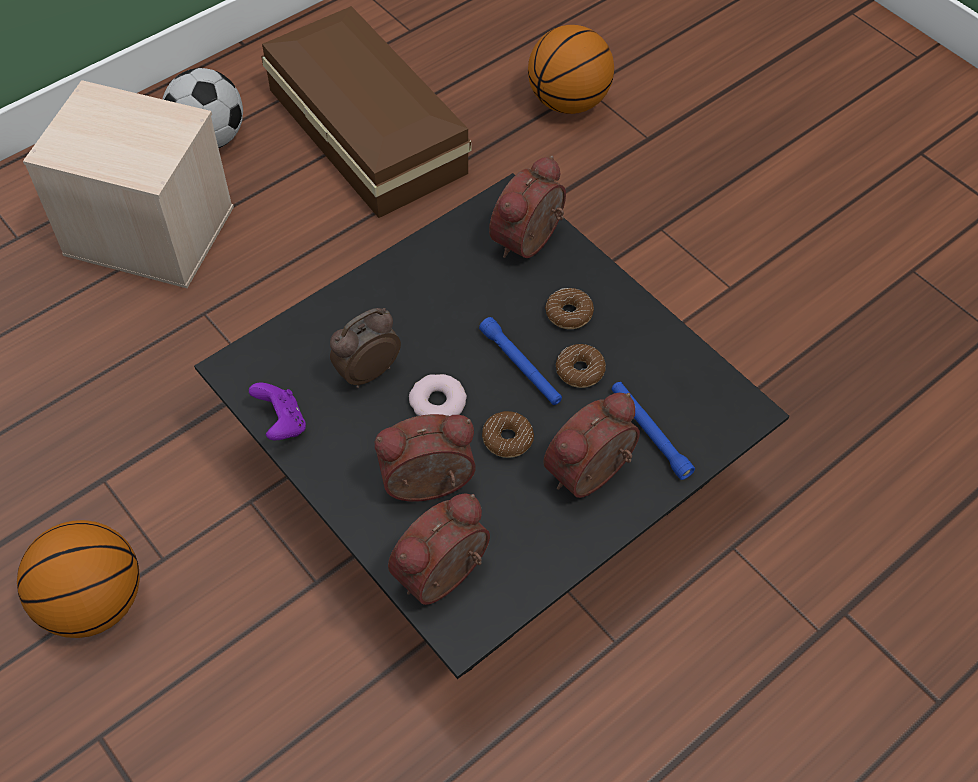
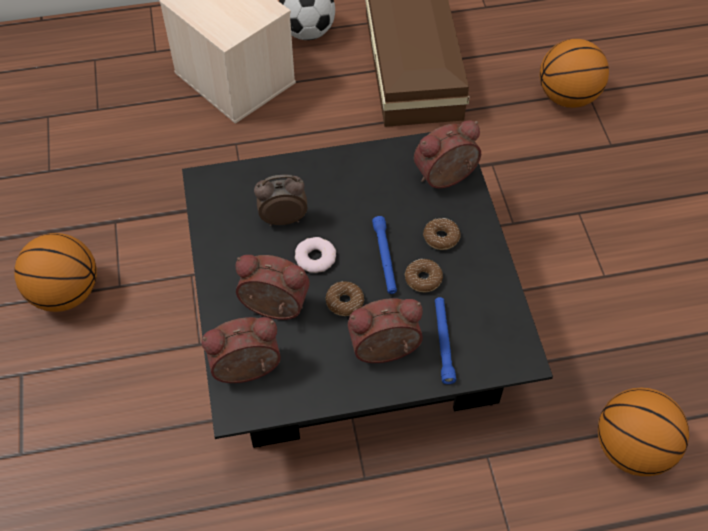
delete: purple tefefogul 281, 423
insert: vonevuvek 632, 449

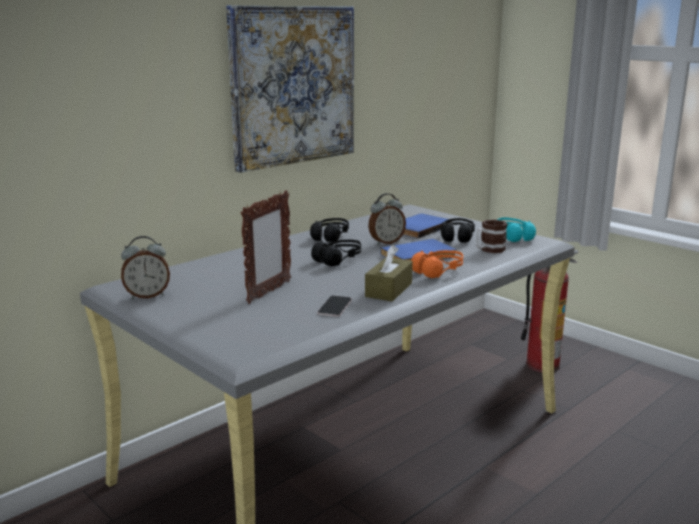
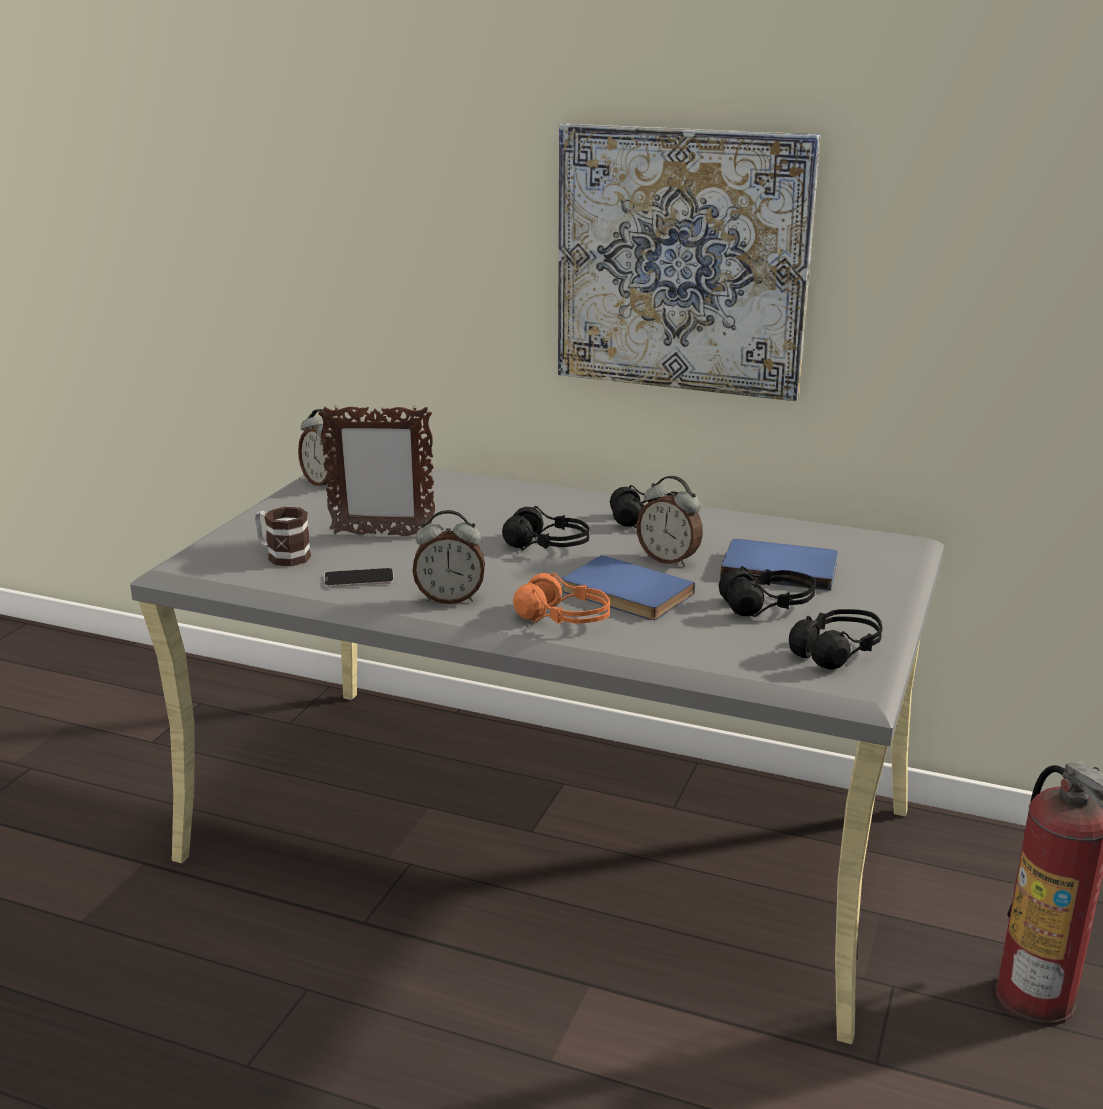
move: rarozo 488, 250 to 282, 556
replace: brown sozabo 389, 290 to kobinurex 450, 599
recolor: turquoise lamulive 512, 236 to black lamulive 837, 651

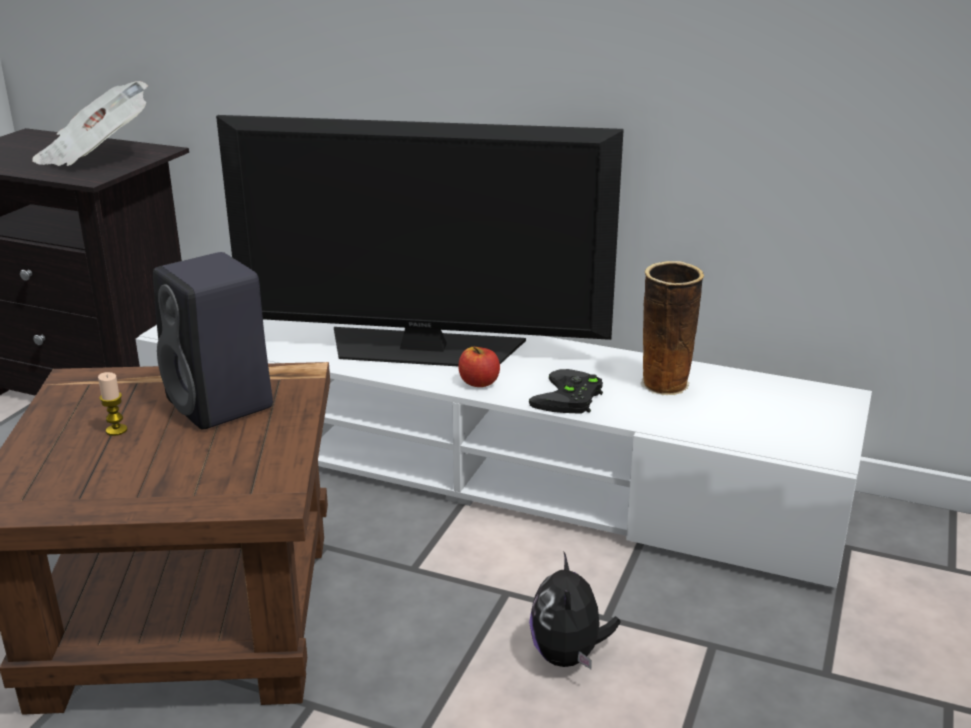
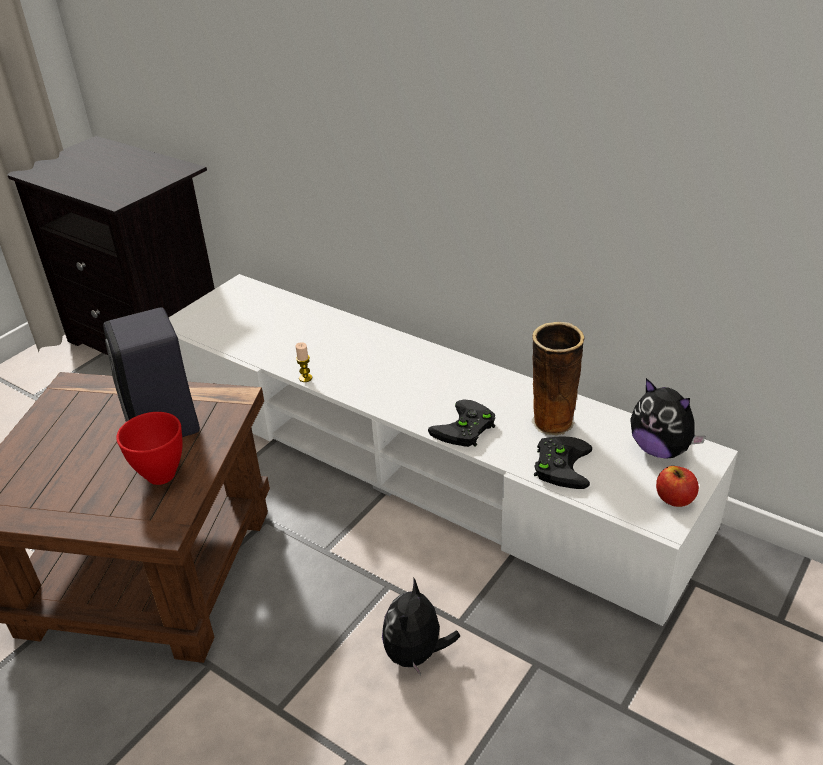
delete: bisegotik 95, 156; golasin 423, 349
insert: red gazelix 159, 476; black tefefogul 560, 464; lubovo 660, 449
move: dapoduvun 116, 430 to 305, 378; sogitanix 479, 382 to 674, 499

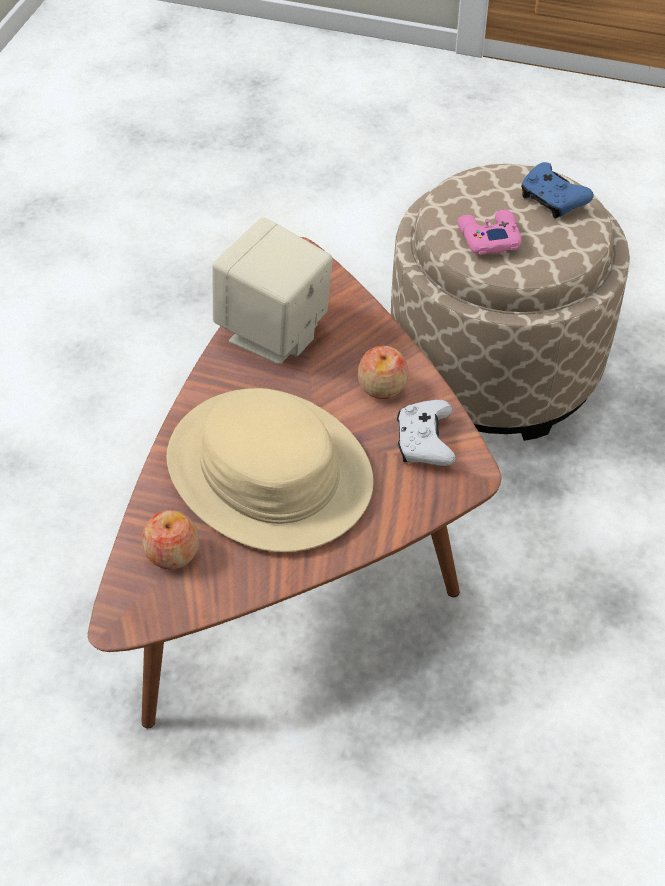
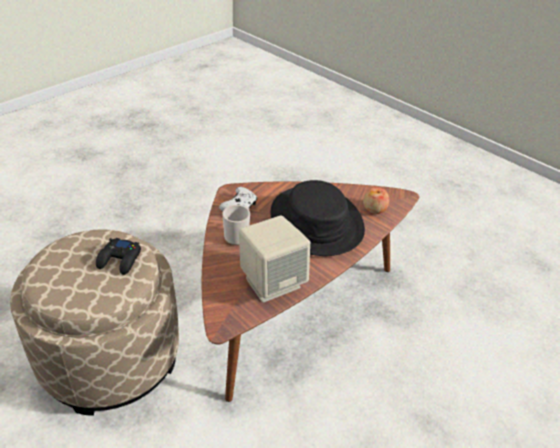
delete: blue tefefogul 552, 200
replace: sogitanix 382, 387 to rarozo 238, 235
recolor: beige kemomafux 268, 472 to black kemomafux 317, 221; pink tefefogul 488, 238 to black tefefogul 120, 260

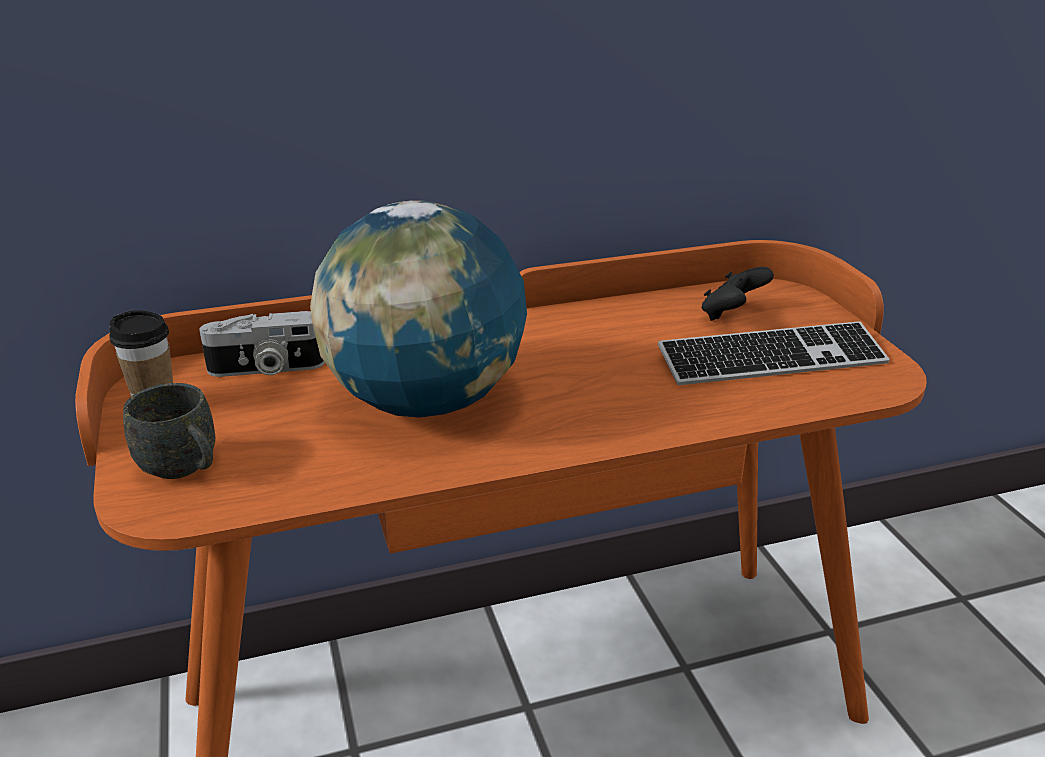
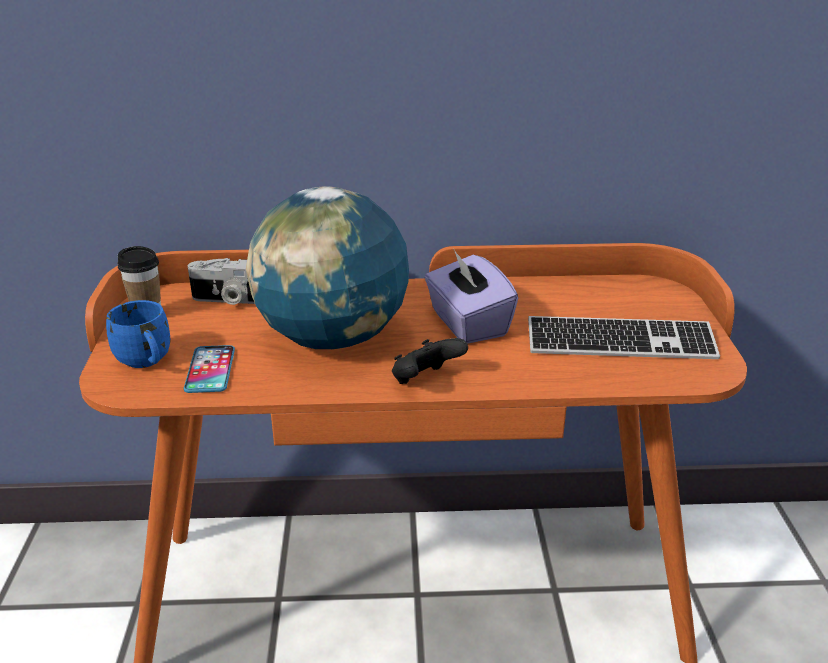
insert: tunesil 210, 370; purple sozabo 467, 323
move: black tefefogul 731, 315 to 425, 381
recolor: grey rarozo 184, 469 to blue rarozo 146, 362

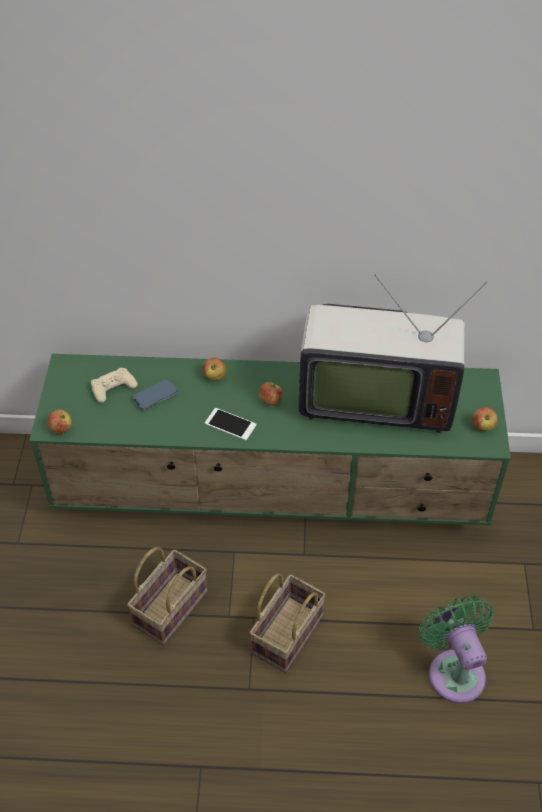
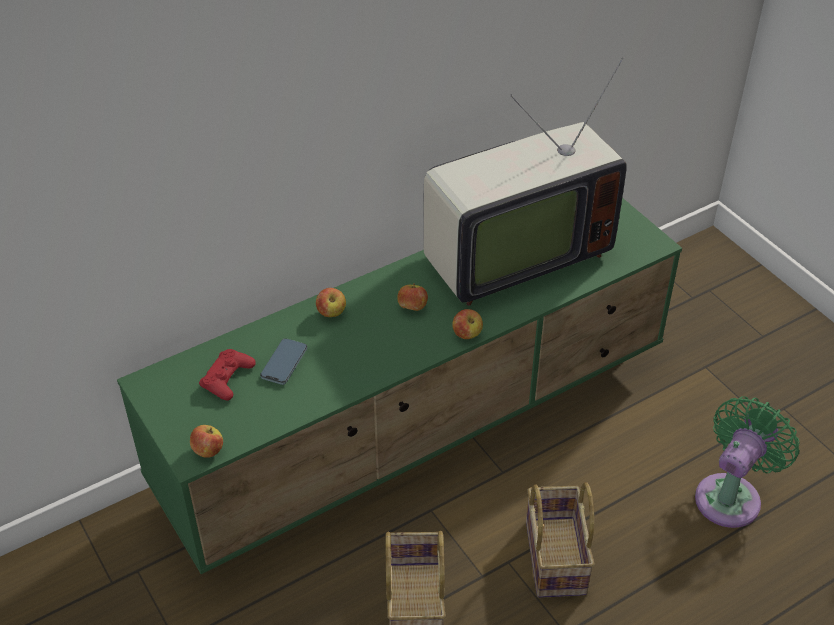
delete: tunesil 230, 424
move: sogitanix 483, 426 to 467, 334
recolor: beige tefefogul 113, 388 to red tefefogul 227, 378
rotate: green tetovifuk 454, 670 = 731, 495 90 degrees clockwise

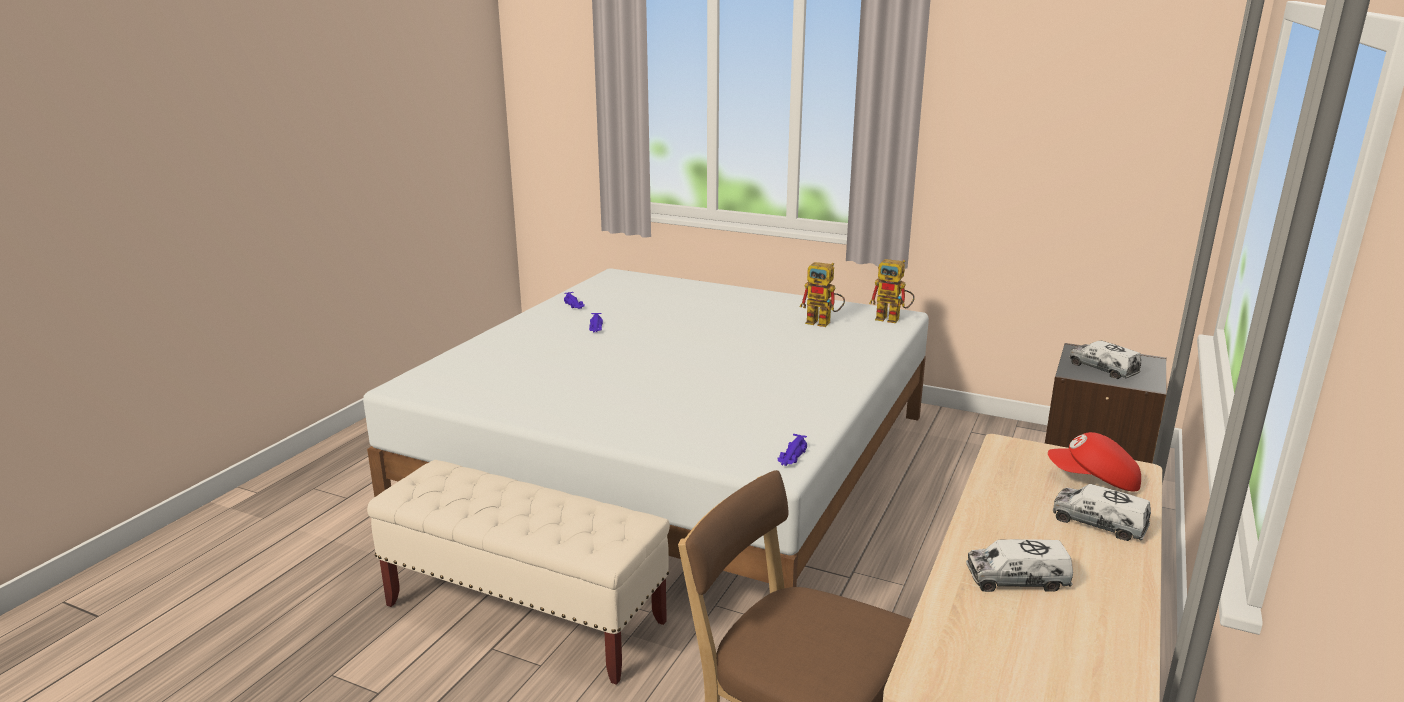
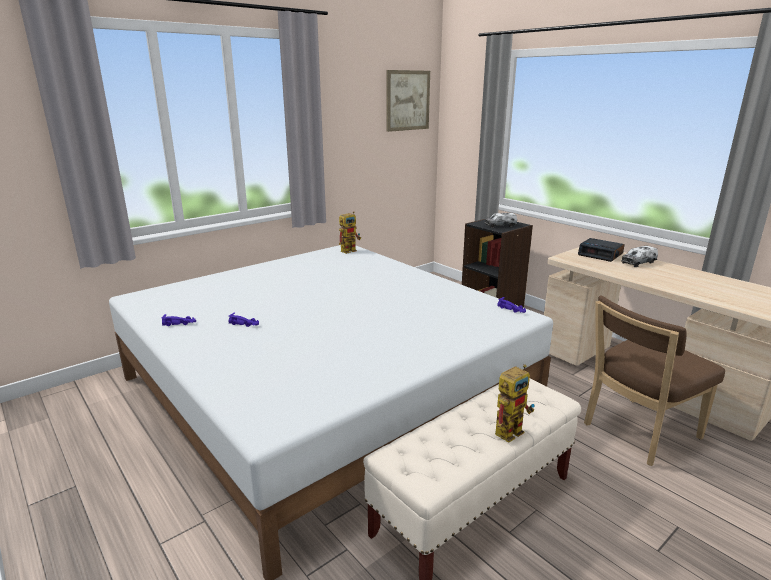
delete: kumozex 1017, 580
insert: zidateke 408, 100
move: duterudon 824, 323 to 511, 429
replace: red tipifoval 1094, 481 to kobinurex 601, 254

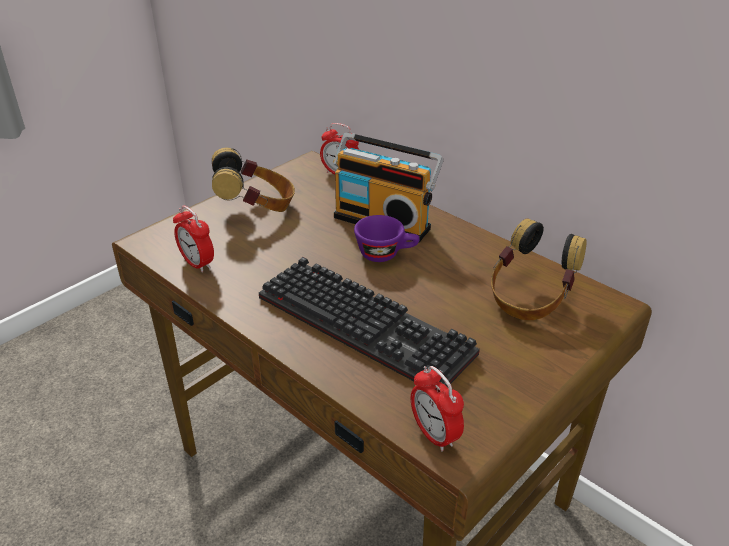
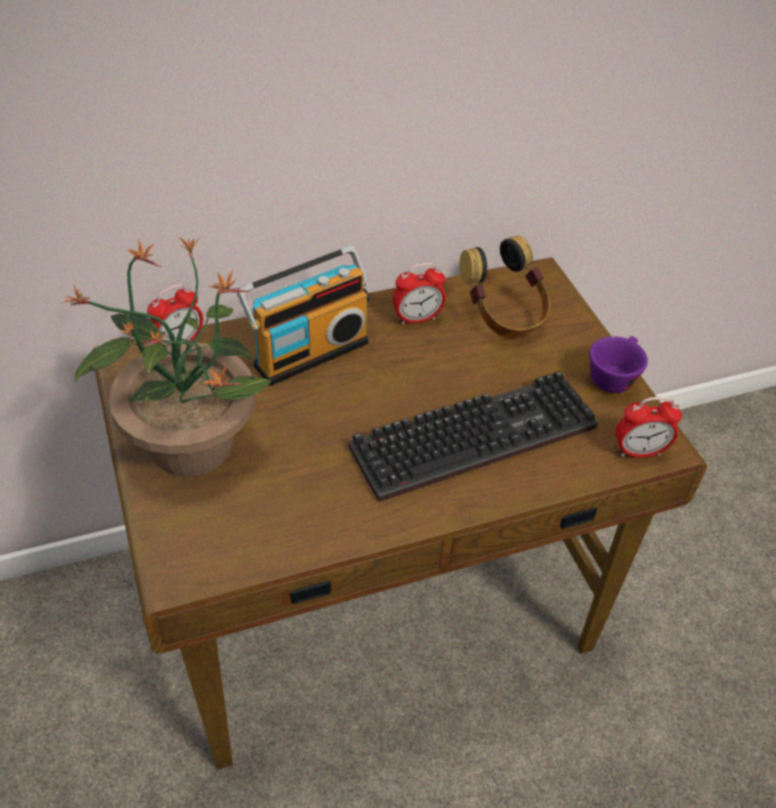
move: kobinurex 197, 264 to 417, 319; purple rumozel 386, 254 to 613, 376
replace: lamulive 256, 207 to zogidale 190, 443

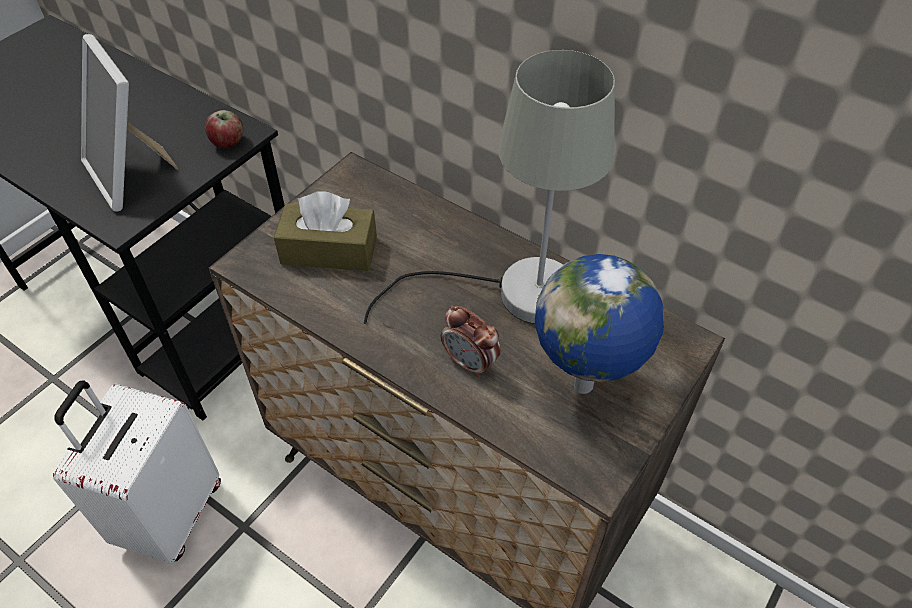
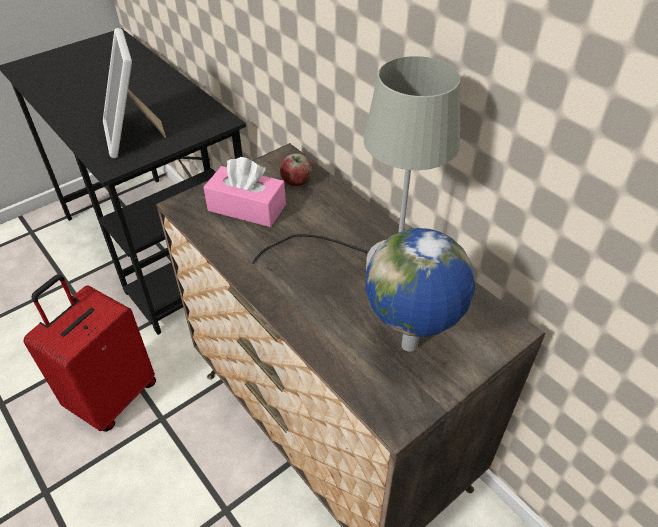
delete: kobinurex 470, 363
move: sogitanix 228, 142 to 297, 182
recolor: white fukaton 169, 514 to red fukaton 112, 396; brown sozabo 329, 250 to pink sozabo 247, 207

